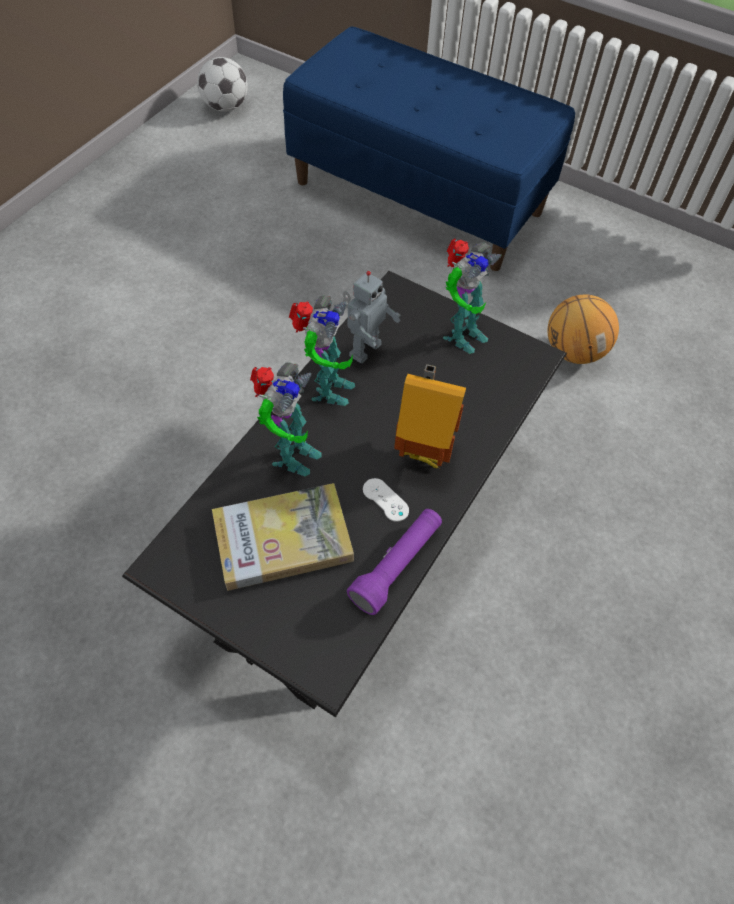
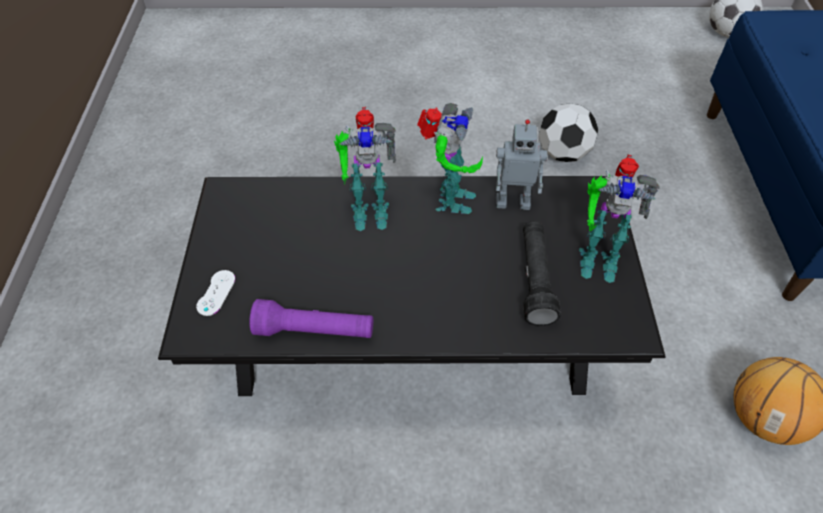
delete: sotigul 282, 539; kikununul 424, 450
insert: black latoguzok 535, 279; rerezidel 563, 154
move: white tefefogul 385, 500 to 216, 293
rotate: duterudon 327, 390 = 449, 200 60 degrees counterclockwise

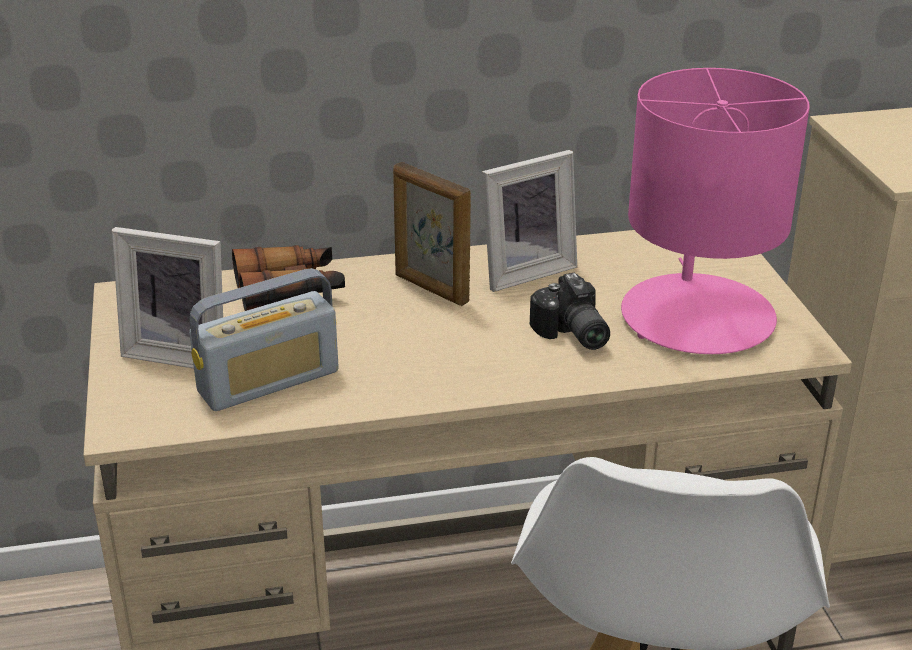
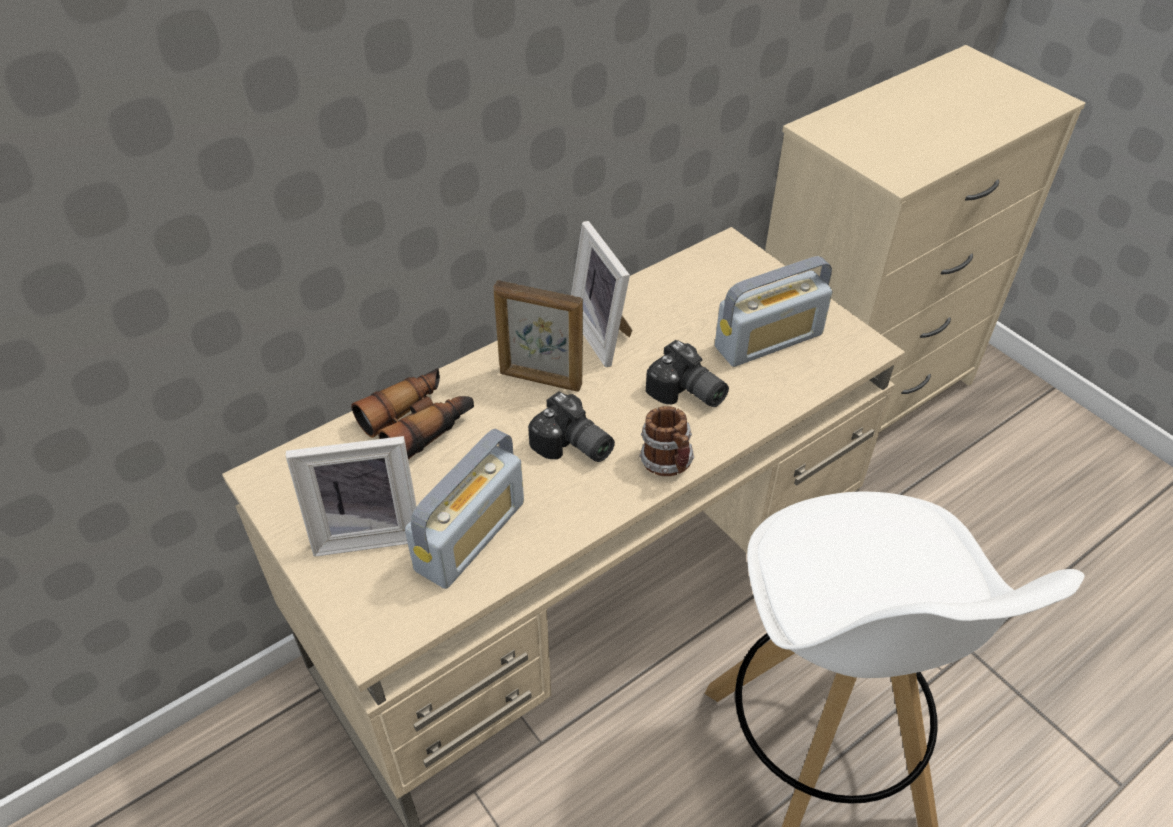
insert: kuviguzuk 572, 447; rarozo 668, 464
replace: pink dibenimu 697, 316 to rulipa 768, 341
rotate: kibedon 524, 271 = 604, 334 120 degrees clockwise

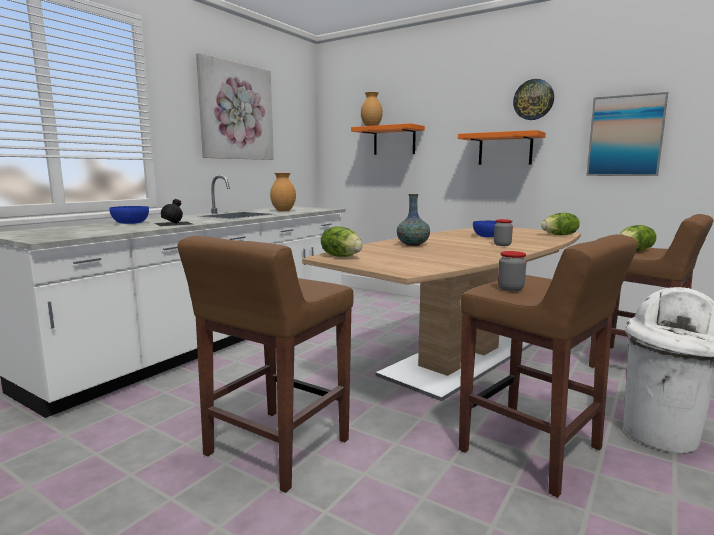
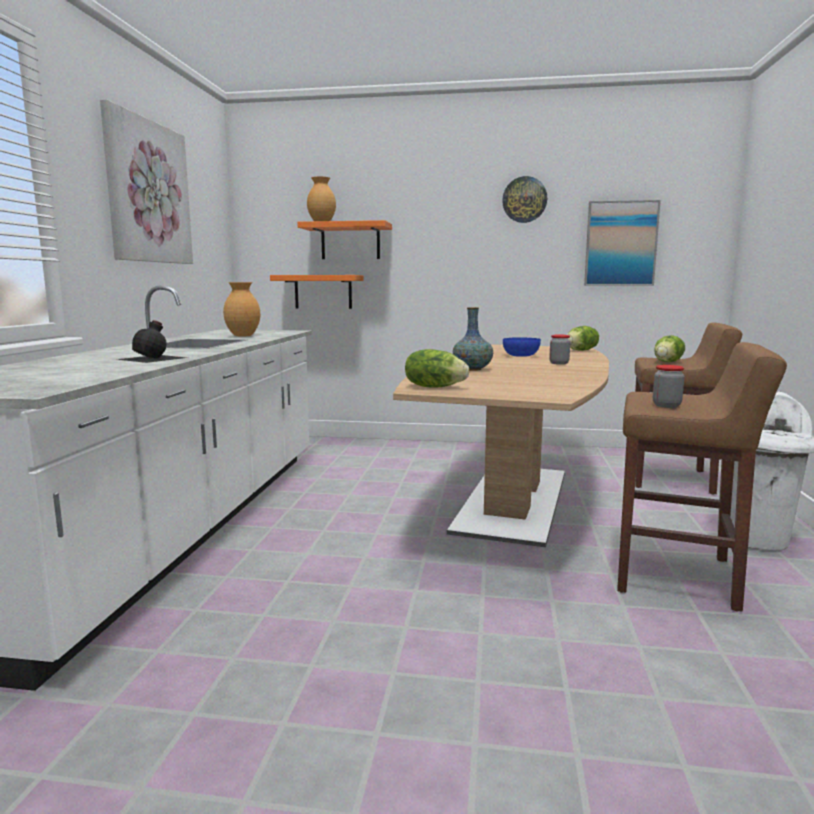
delete: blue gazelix 130, 223; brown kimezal 275, 448
move: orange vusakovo 505, 149 to 323, 292

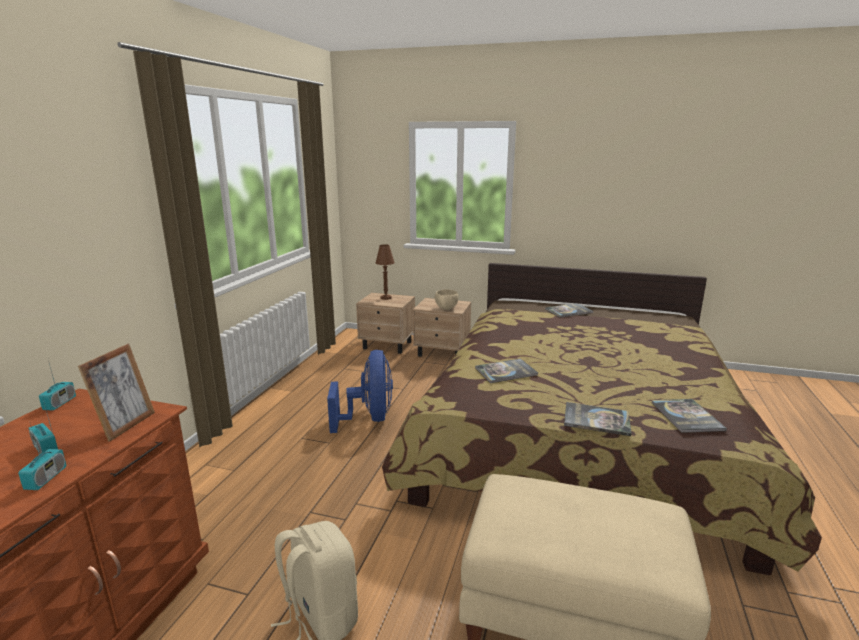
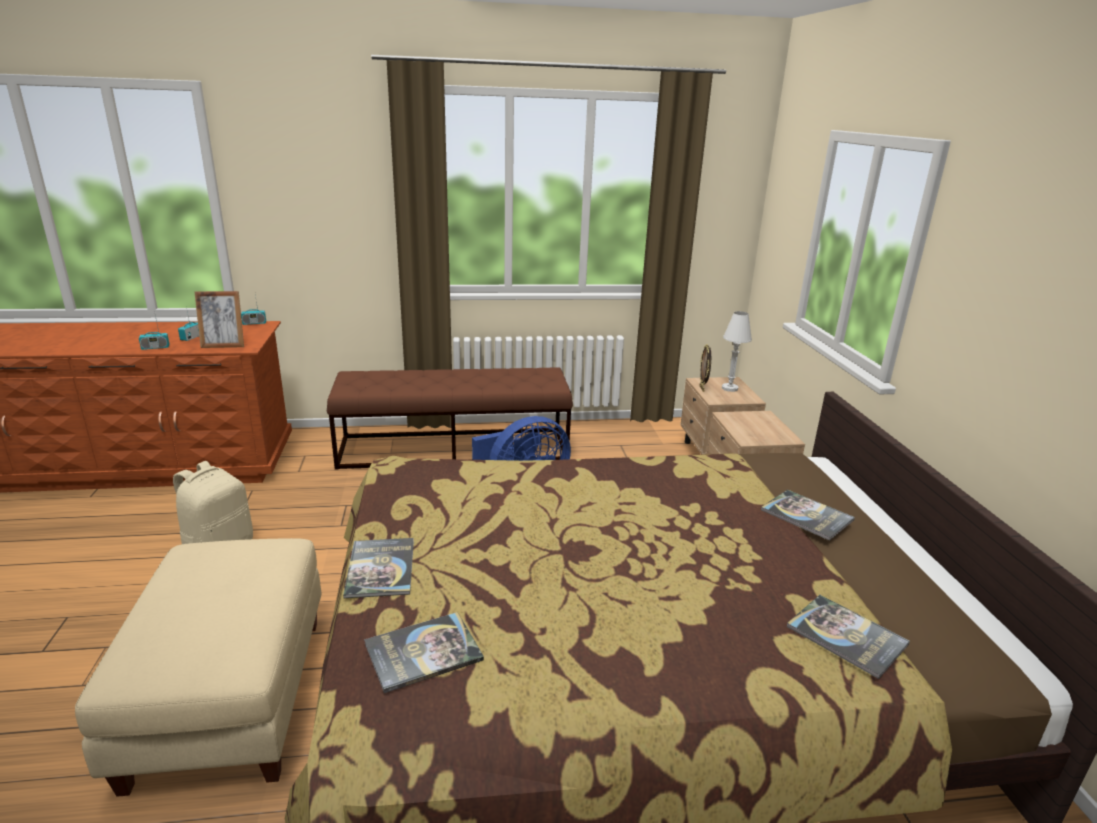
delete: beige gazelix 446, 308
insert: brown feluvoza 454, 448; kibedon 702, 388
move: sotigul 506, 371 to 846, 636
recolor: brown dibenimu 386, 298 to white dibenimu 729, 388

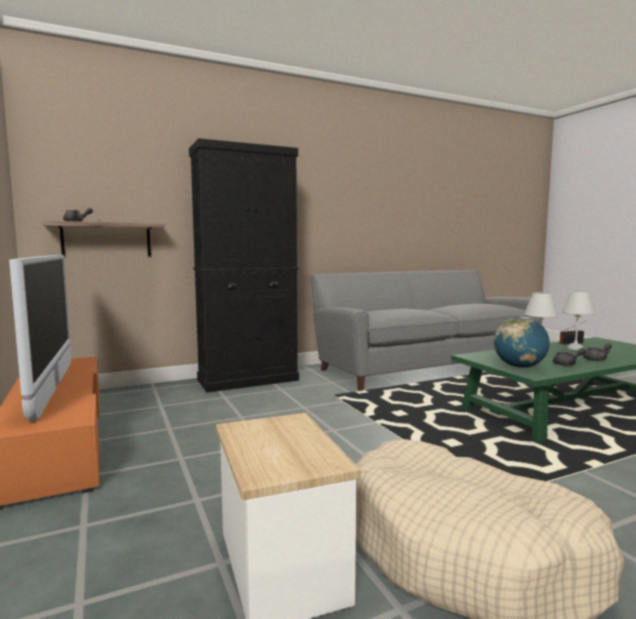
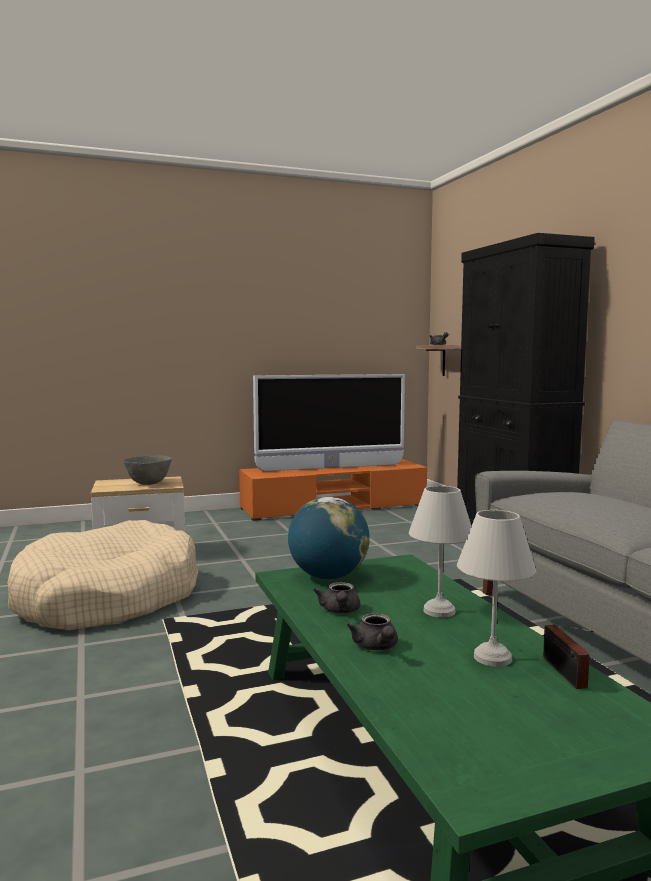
insert: grey gazelix 148, 484

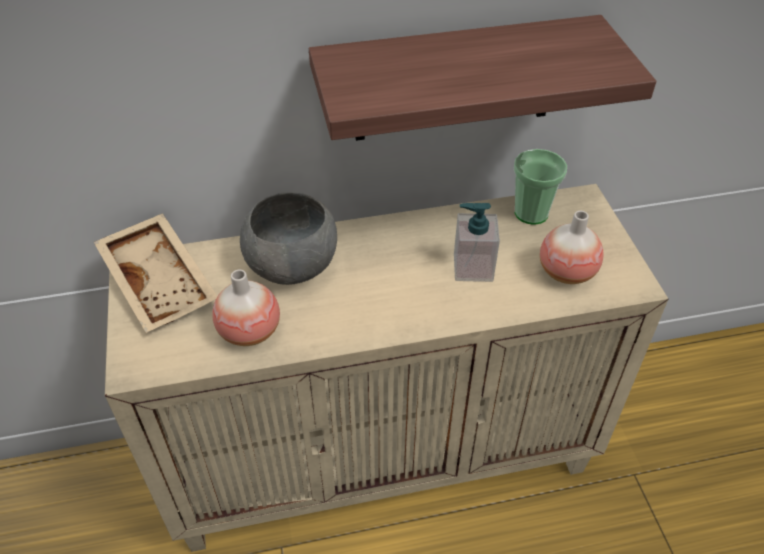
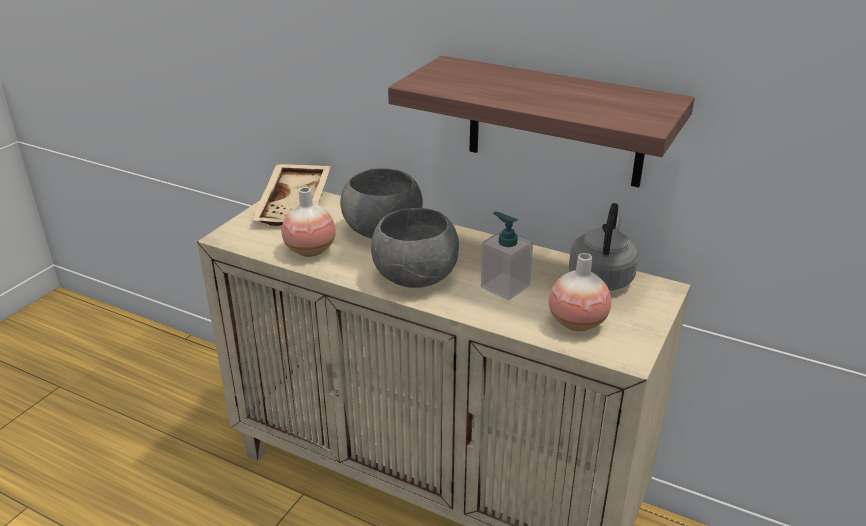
insert: grey gazelix 416, 276
replace: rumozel 531, 213 to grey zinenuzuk 601, 277

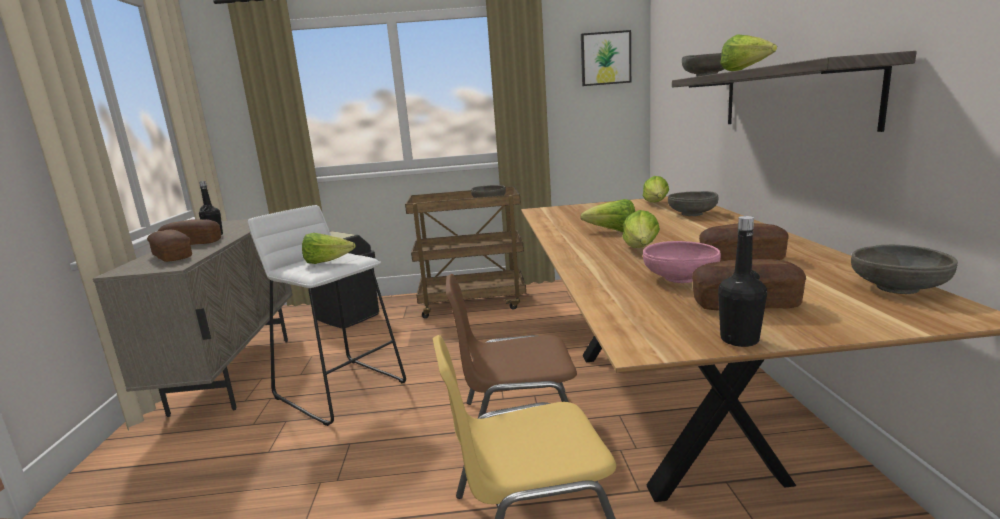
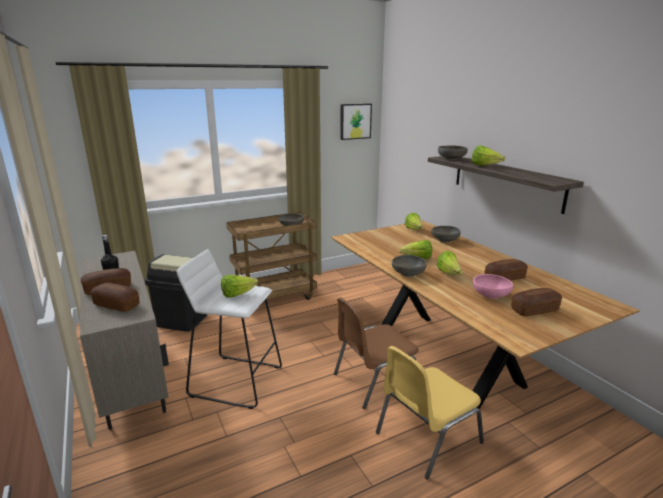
delete: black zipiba 739, 340
move: grey gazelix 898, 288 to 408, 273

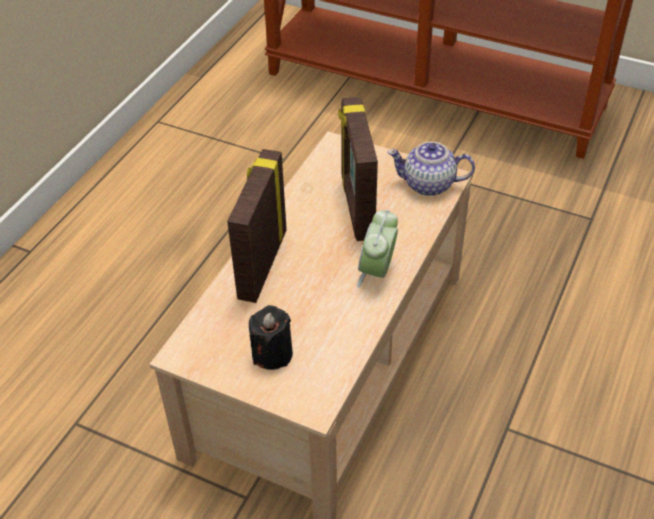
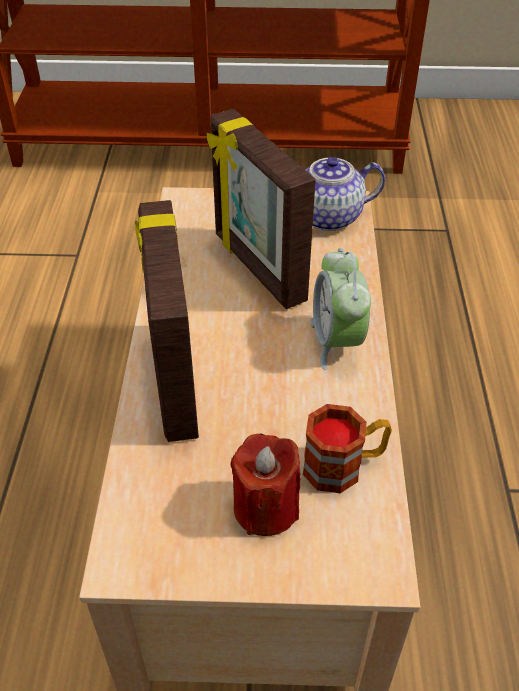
insert: rarozo 344, 466
recolor: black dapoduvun 272, 354 to red dapoduvun 266, 508

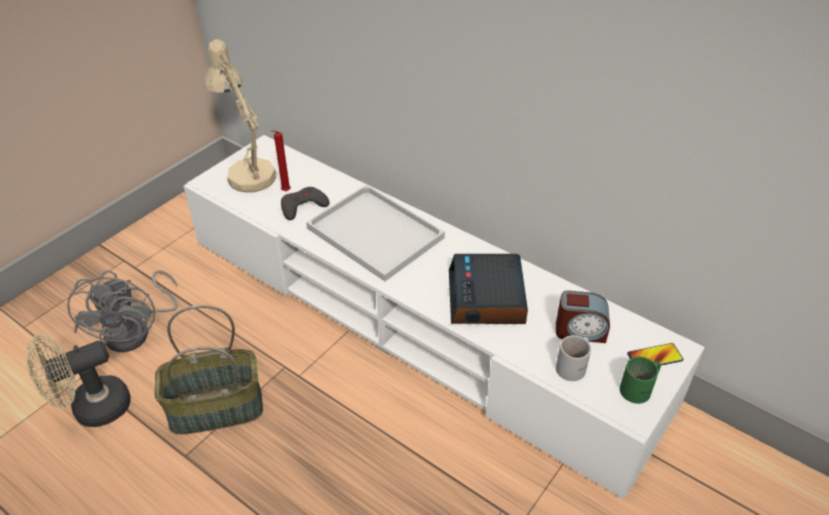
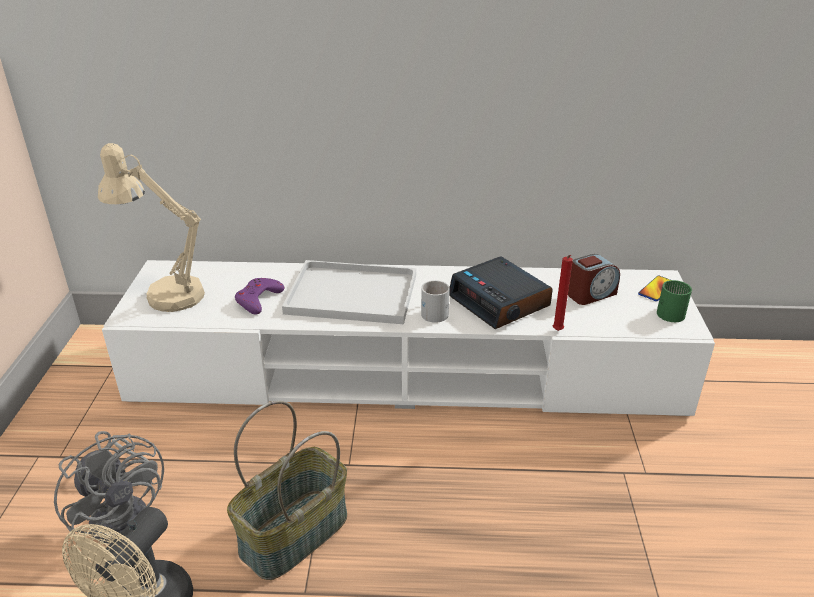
move: red dapoduvun 285, 192 to 557, 331; white rarozo 574, 366 to 436, 311
recolor: grey tefefogul 303, 206 to purple tefefogul 258, 299

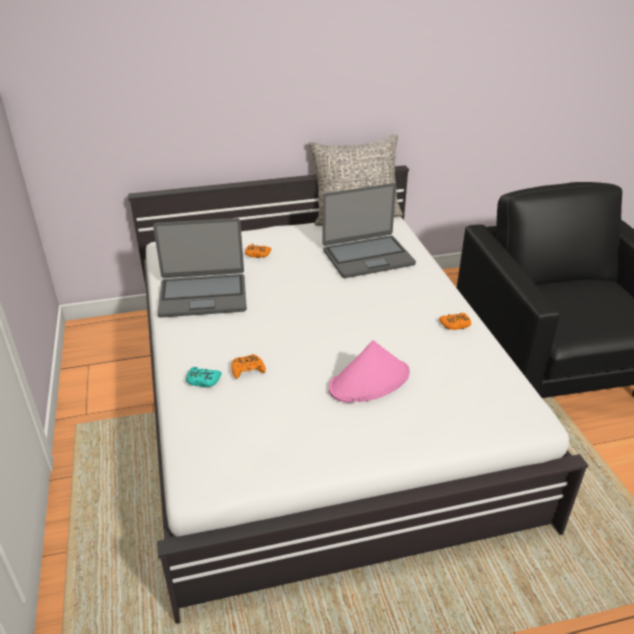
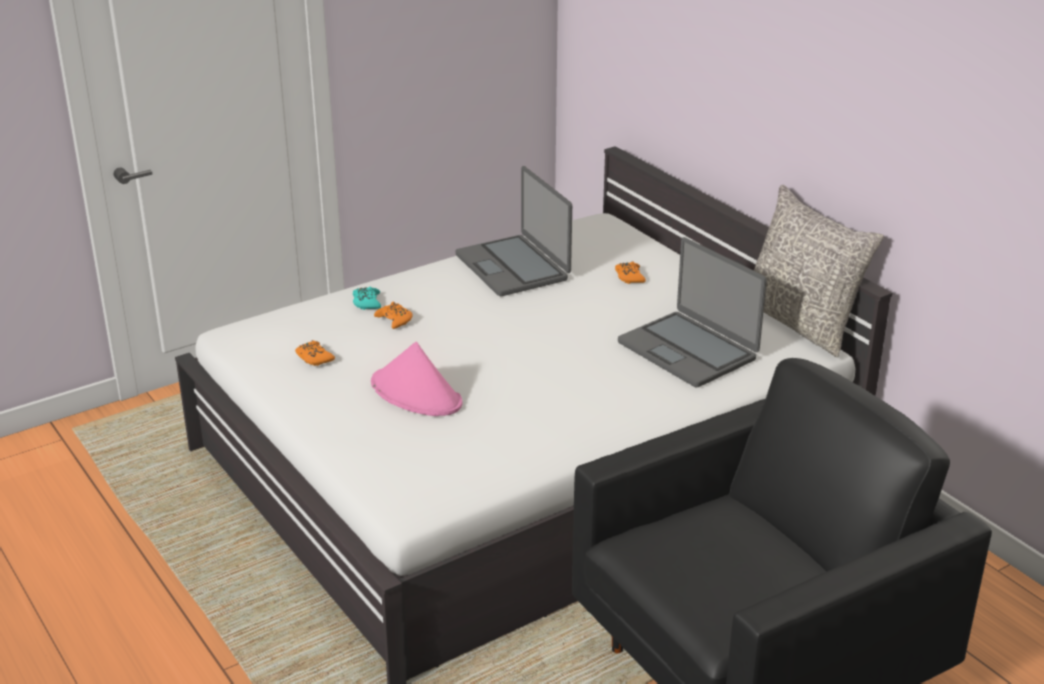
move: orange tefefogul 455, 325 to 314, 358

